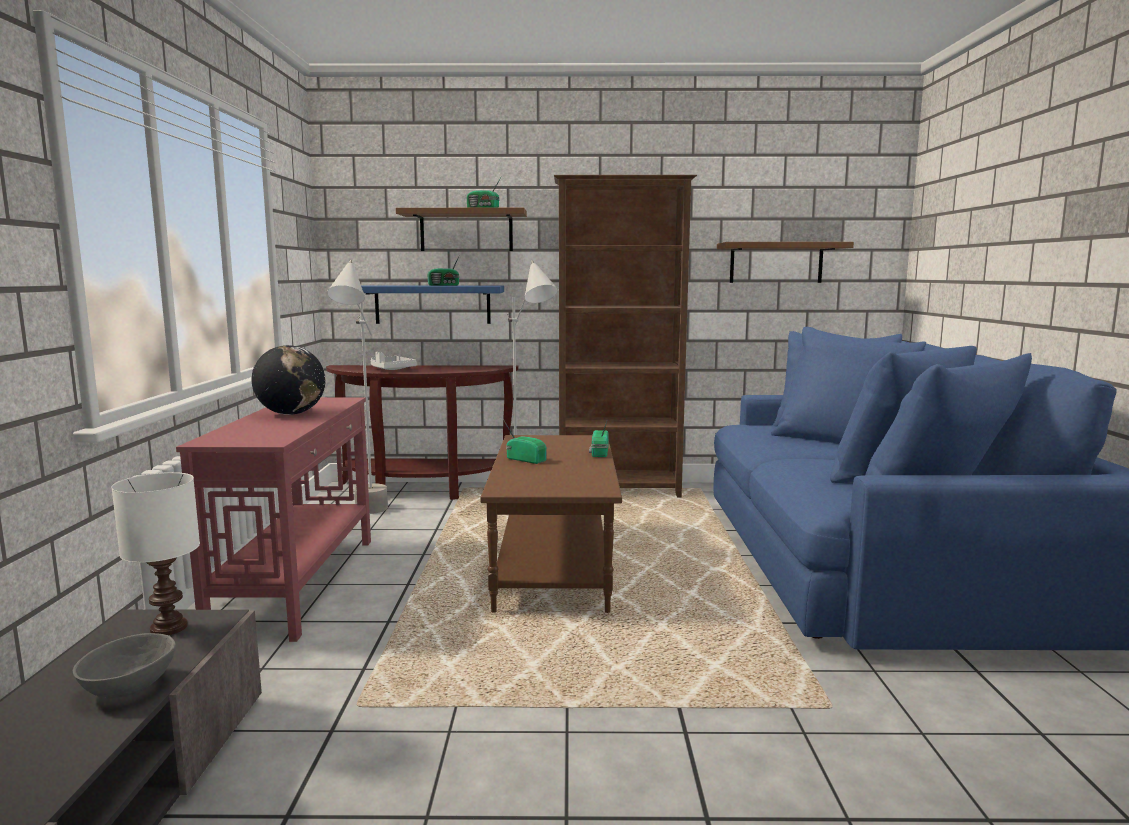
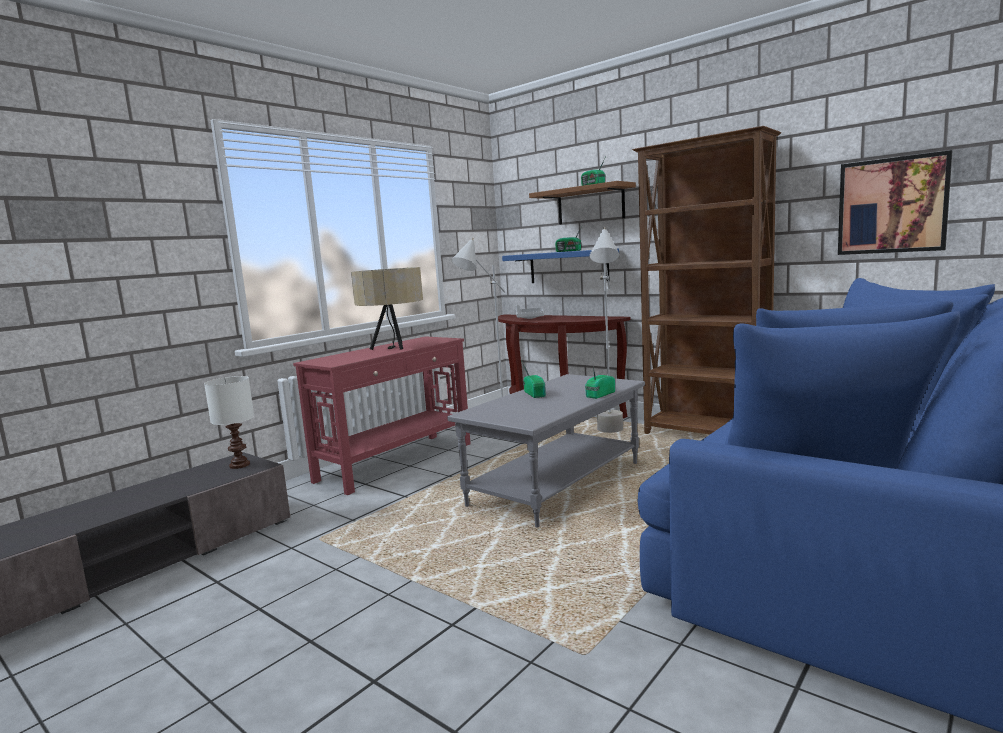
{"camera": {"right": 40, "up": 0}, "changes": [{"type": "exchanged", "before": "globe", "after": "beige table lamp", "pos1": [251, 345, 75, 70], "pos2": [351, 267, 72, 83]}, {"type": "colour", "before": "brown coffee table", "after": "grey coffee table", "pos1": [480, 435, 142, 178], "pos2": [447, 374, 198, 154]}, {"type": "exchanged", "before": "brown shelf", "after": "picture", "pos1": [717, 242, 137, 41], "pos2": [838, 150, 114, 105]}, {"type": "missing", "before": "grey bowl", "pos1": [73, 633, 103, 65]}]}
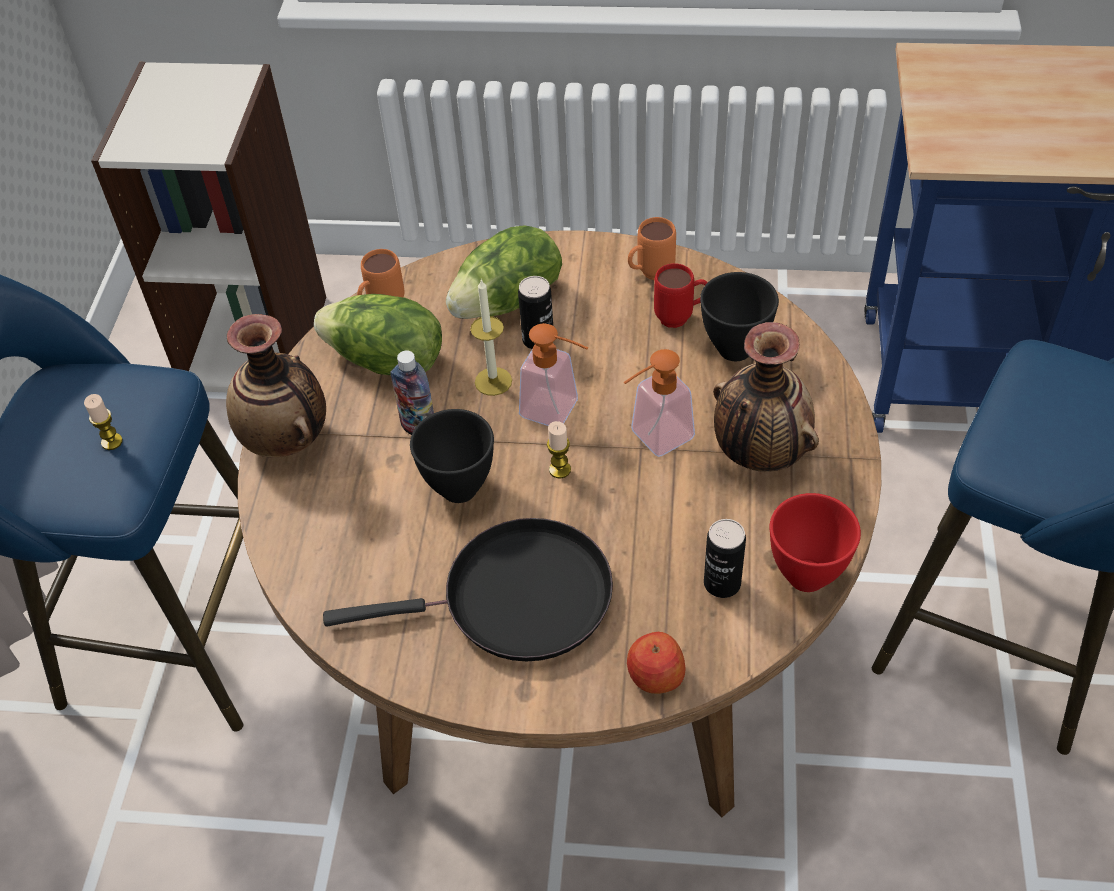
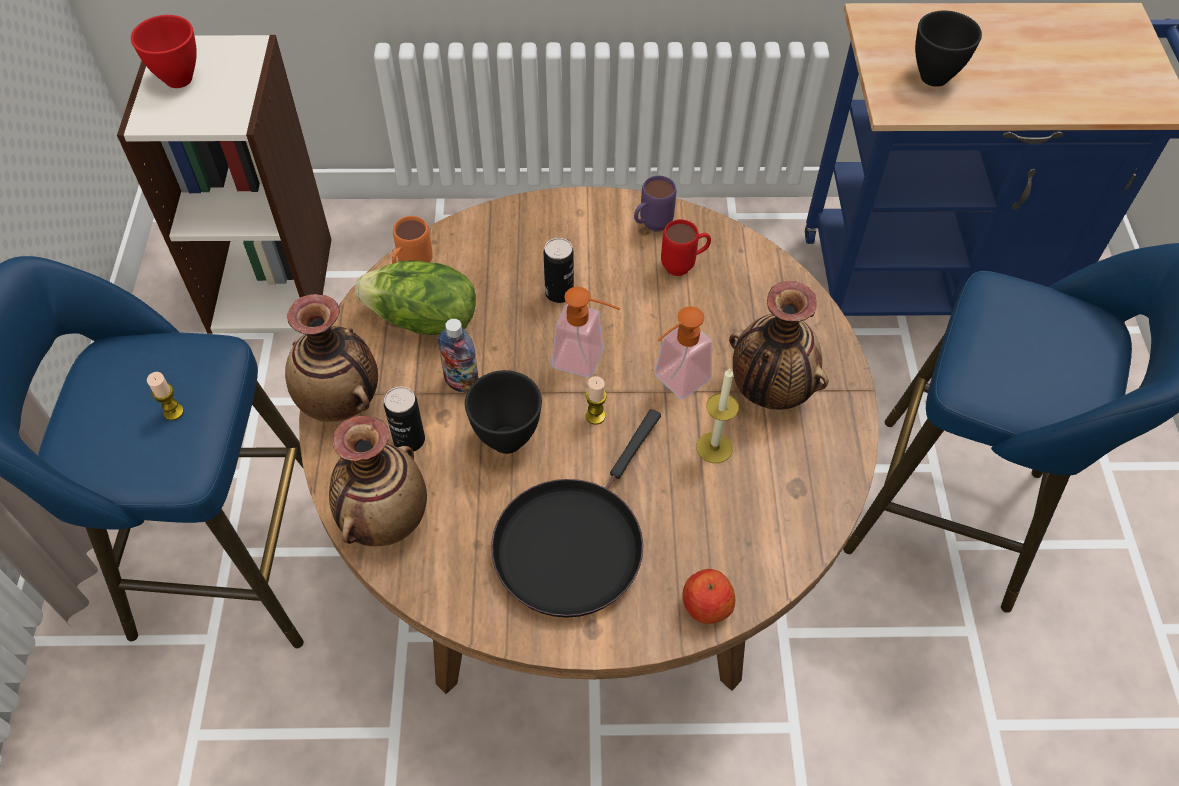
{"camera": {"right": -10, "up": 5}, "changes": [{"type": "relocated", "before": "red bowl", "pos1": [770, 493, 91, 99], "pos2": [131, 15, 66, 73]}, {"type": "appeared", "after": "vase", "pos2": [329, 416, 98, 130]}, {"type": "relocated", "before": "can", "pos1": [704, 519, 42, 79], "pos2": [384, 386, 41, 66]}, {"type": "spun", "before": "black frying pan", "pos1": [323, 518, 290, 143], "pos2": [491, 409, 170, 209], "turn": 135}, {"type": "colour", "before": "orange mug", "after": "purple mug", "pos1": [628, 217, 48, 63], "pos2": [634, 176, 42, 56]}, {"type": "relocated", "before": "candle", "pos1": [470, 279, 42, 117], "pos2": [696, 369, 43, 94]}, {"type": "relocated", "before": "black bowl", "pos1": [700, 272, 79, 89], "pos2": [915, 11, 67, 76]}, {"type": "missing", "before": "lettuce", "pos1": [446, 225, 116, 94]}]}
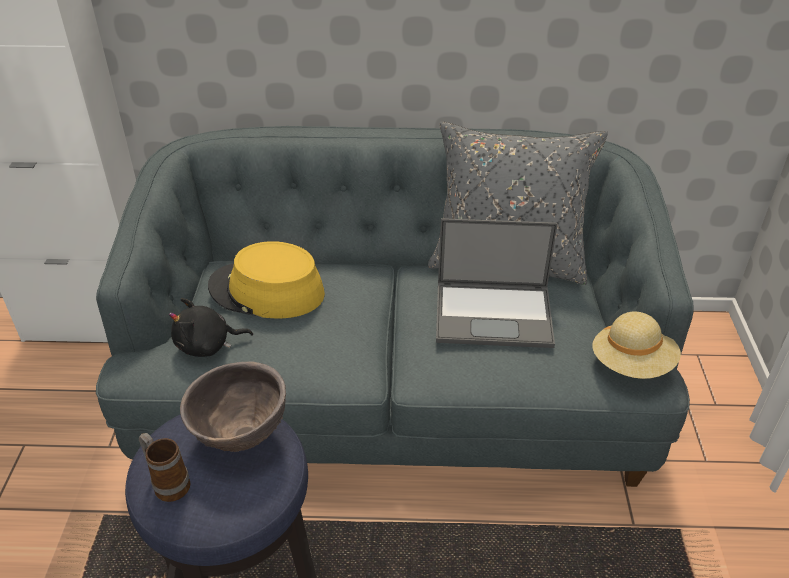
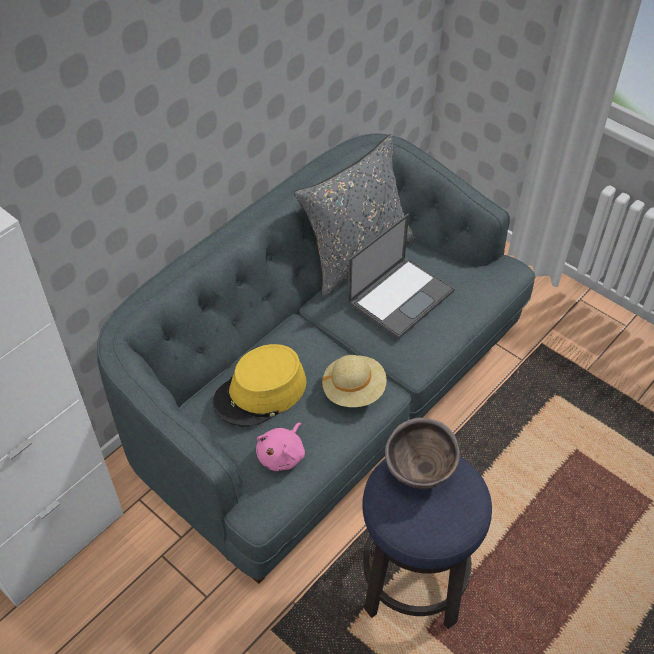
{"camera": {"right": -50, "up": 10}, "changes": [{"type": "colour", "before": "black plush toy", "after": "pink plush toy", "pos1": [169, 298, 84, 59], "pos2": [256, 423, 49, 48]}, {"type": "relocated", "before": "beige hat", "pos1": [592, 311, 89, 68], "pos2": [322, 355, 65, 52]}, {"type": "missing", "before": "mug", "pos1": [139, 433, 52, 69]}]}
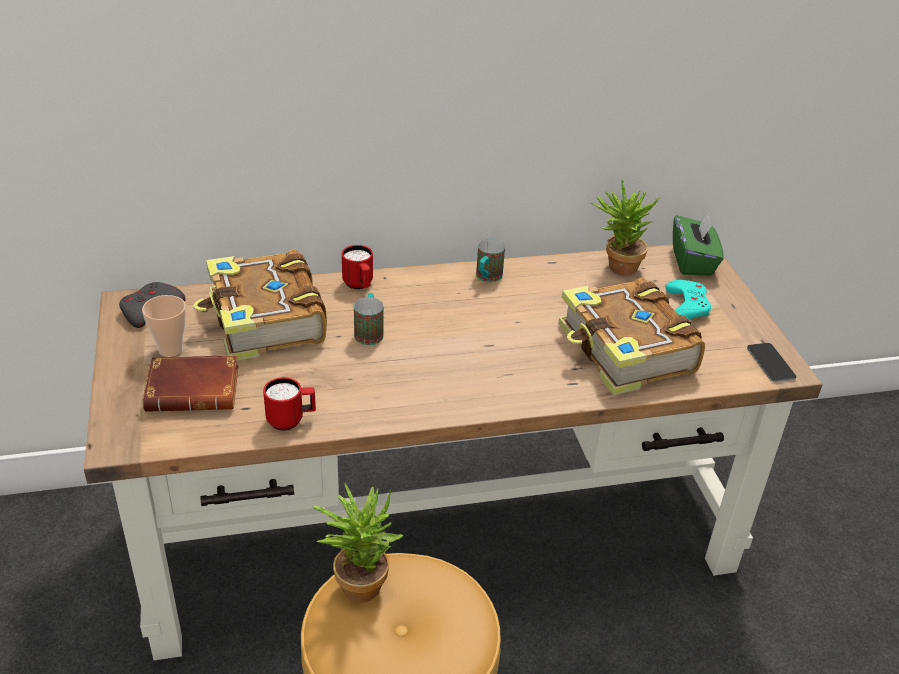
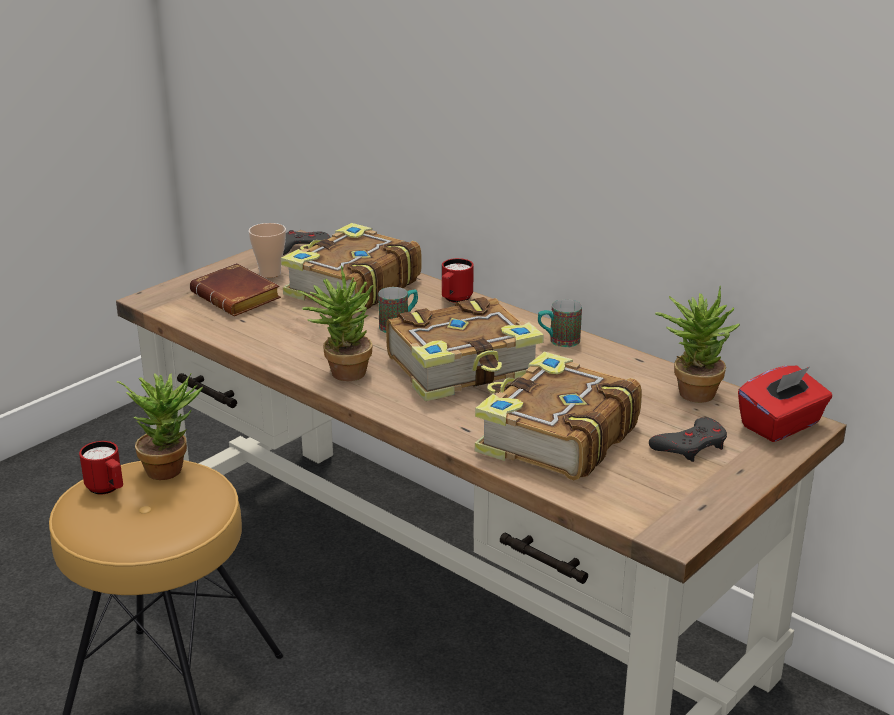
{"camera": {"right": 55, "up": -10}, "changes": [{"type": "relocated", "before": "red mug", "pos1": [263, 377, 53, 53], "pos2": [79, 441, 44, 53]}, {"type": "appeared", "after": "potted plant", "pos2": [297, 266, 77, 115]}, {"type": "appeared", "after": "book", "pos2": [386, 297, 158, 104]}, {"type": "colour", "before": "turquoise game controller", "after": "grey game controller", "pos1": [665, 280, 46, 40], "pos2": [649, 417, 78, 45]}, {"type": "colour", "before": "green tissue box", "after": "red tissue box", "pos1": [673, 213, 51, 63], "pos2": [738, 366, 94, 76]}, {"type": "missing", "before": "phone", "pos1": [747, 343, 49, 39]}]}
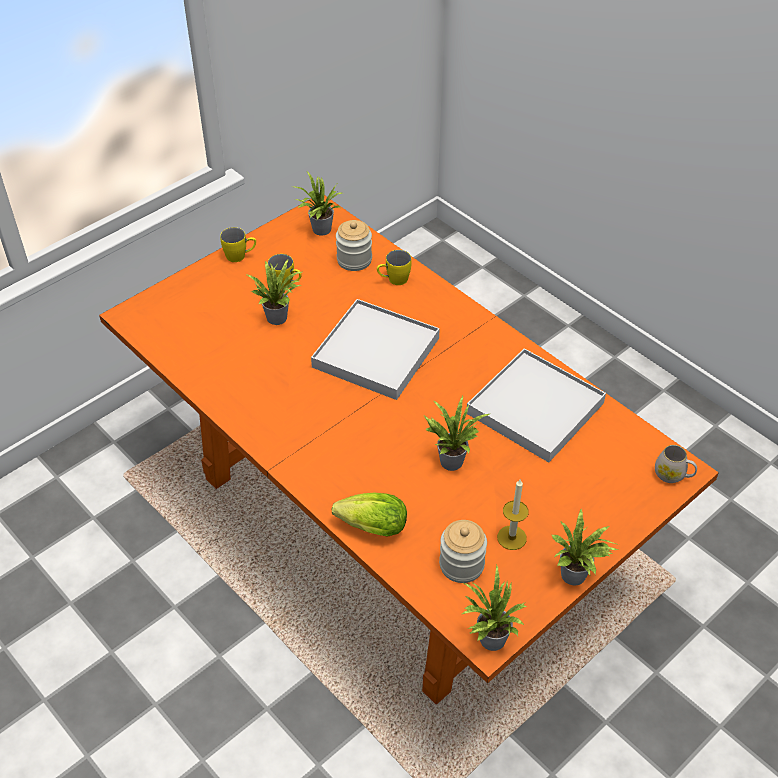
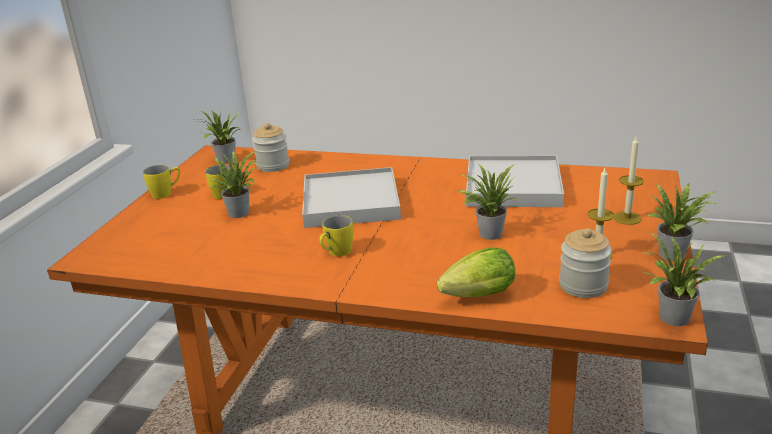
{"camera": {"right": -30, "up": -20}, "changes": [{"type": "relocated", "before": "yellow mug", "pos1": [377, 250, 35, 35], "pos2": [319, 215, 34, 41]}, {"type": "appeared", "after": "candle", "pos2": [614, 137, 30, 88]}, {"type": "missing", "before": "white mug", "pos1": [655, 445, 42, 38]}]}
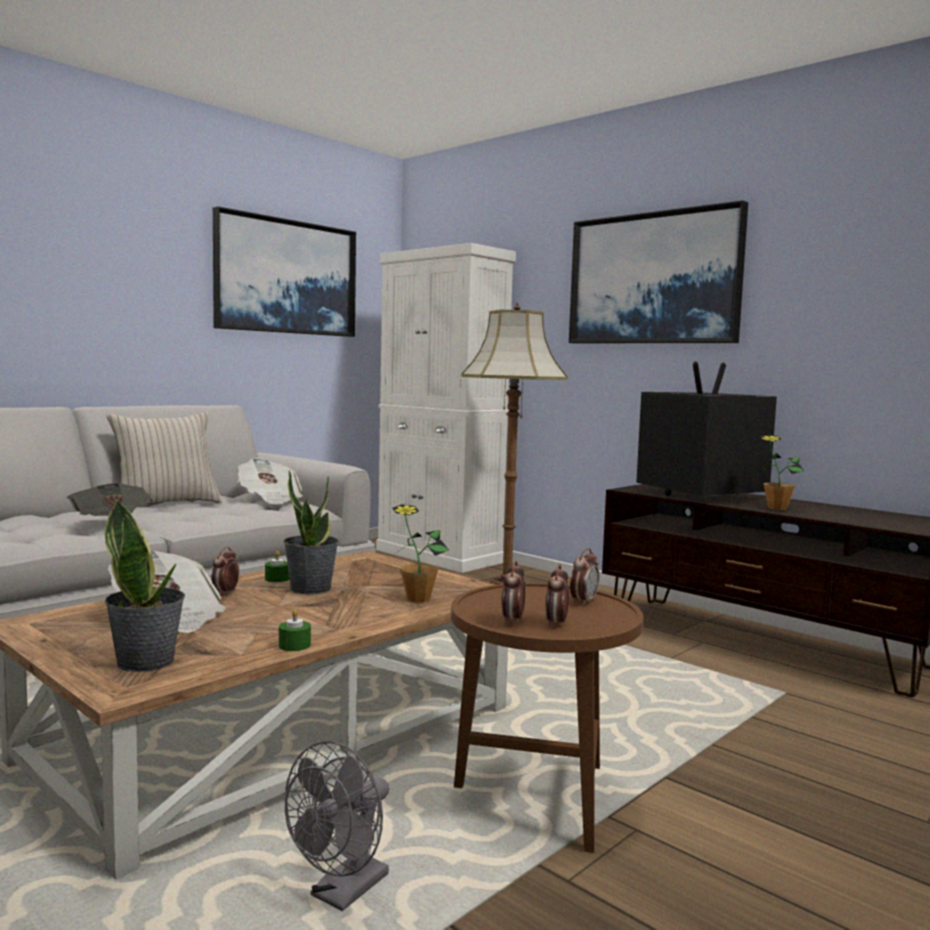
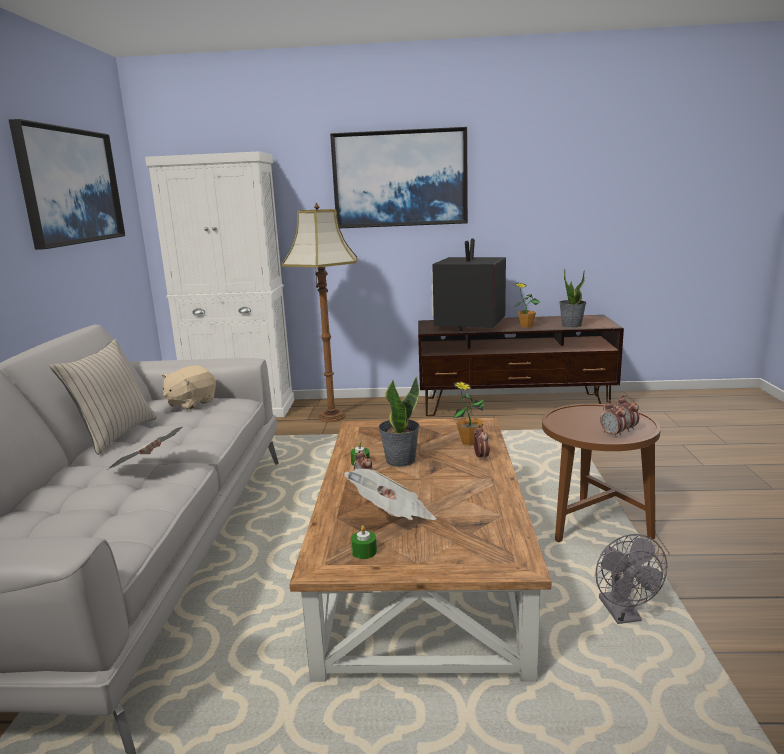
{"camera": {"right": -40, "up": 10}, "changes": [{"type": "exchanged", "before": "newspaper", "after": "beige plush toy", "pos1": [238, 458, 65, 47], "pos2": [162, 365, 54, 45]}, {"type": "relocated", "before": "green candle", "pos1": [279, 609, 32, 42], "pos2": [351, 525, 26, 34]}, {"type": "relocated", "before": "alarm clock", "pos1": [570, 548, 29, 58], "pos2": [473, 425, 17, 35]}, {"type": "relocated", "before": "potted plant", "pos1": [105, 499, 80, 173], "pos2": [559, 269, 28, 59]}]}
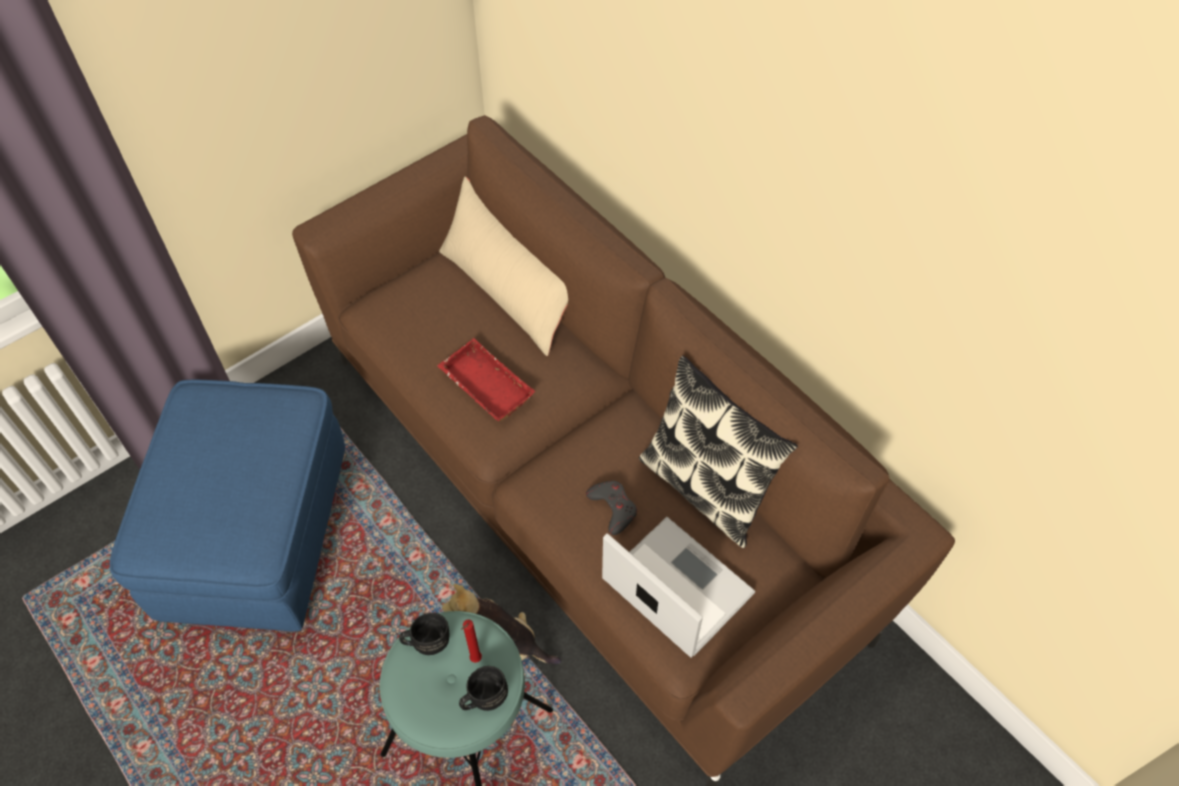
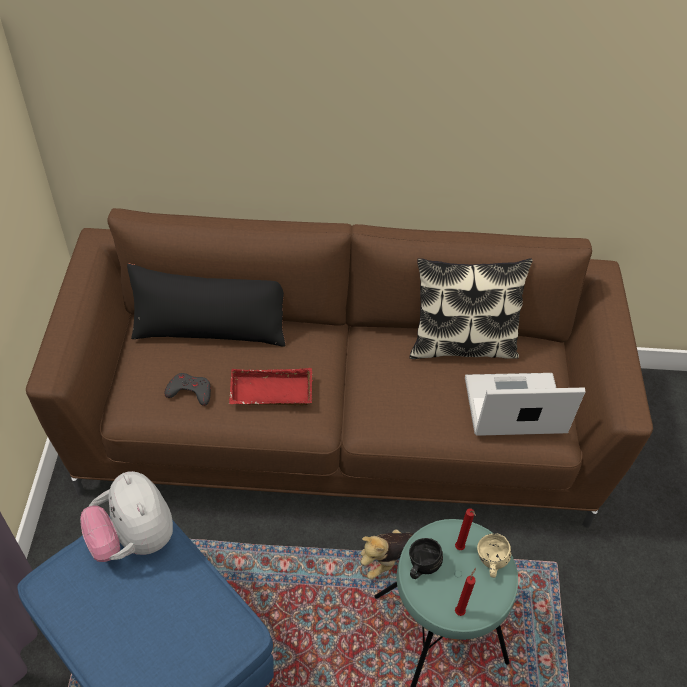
{"camera": {"right": -50, "up": -5}, "changes": [{"type": "appeared", "after": "plush toy", "pos2": [80, 471, 93, 91]}, {"type": "colour", "before": "beige pillow", "after": "black pillow", "pos1": [439, 176, 129, 180], "pos2": [127, 264, 158, 83]}, {"type": "relocated", "before": "grey game controller", "pos1": [586, 481, 51, 54], "pos2": [165, 373, 46, 33]}, {"type": "appeared", "after": "red candle", "pos2": [455, 568, 21, 48]}, {"type": "colour", "before": "black mug", "after": "beige mug", "pos1": [459, 666, 49, 45], "pos2": [477, 533, 34, 45]}]}
